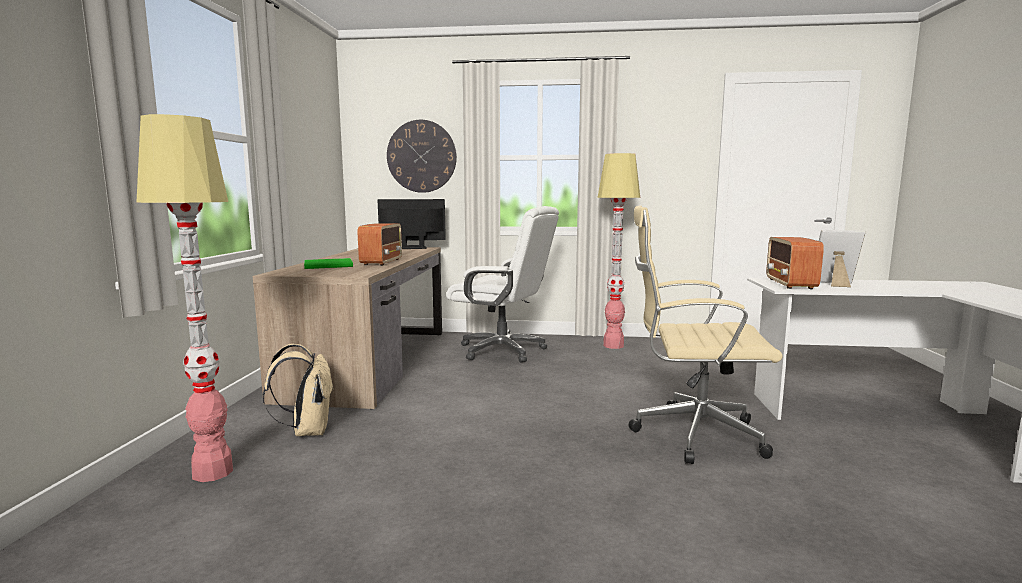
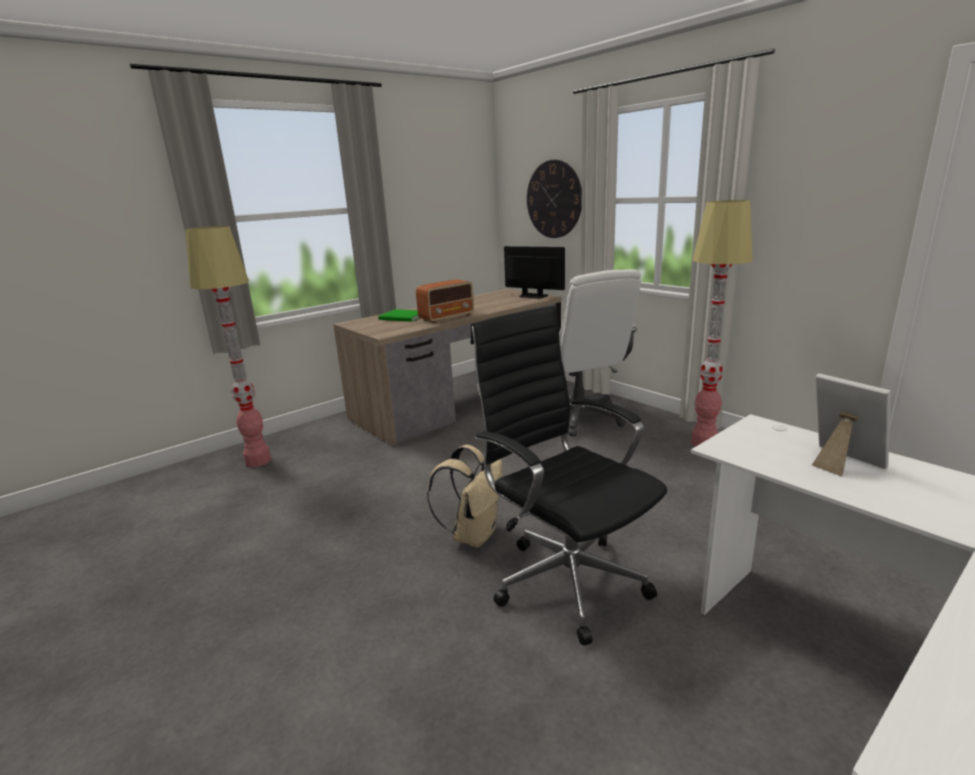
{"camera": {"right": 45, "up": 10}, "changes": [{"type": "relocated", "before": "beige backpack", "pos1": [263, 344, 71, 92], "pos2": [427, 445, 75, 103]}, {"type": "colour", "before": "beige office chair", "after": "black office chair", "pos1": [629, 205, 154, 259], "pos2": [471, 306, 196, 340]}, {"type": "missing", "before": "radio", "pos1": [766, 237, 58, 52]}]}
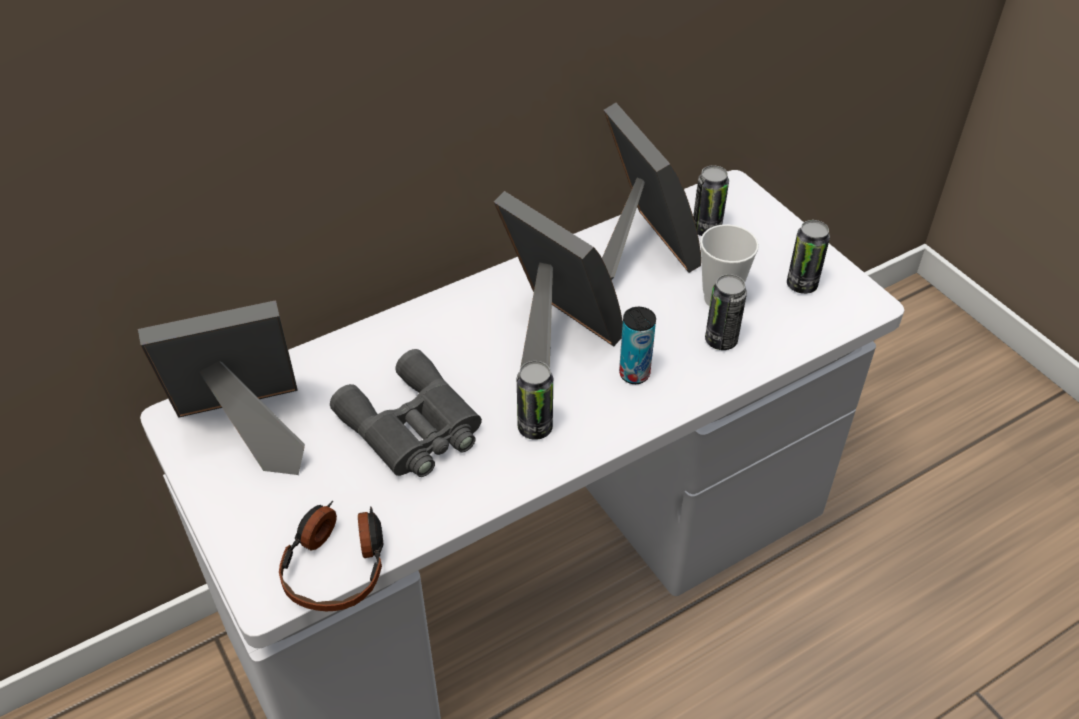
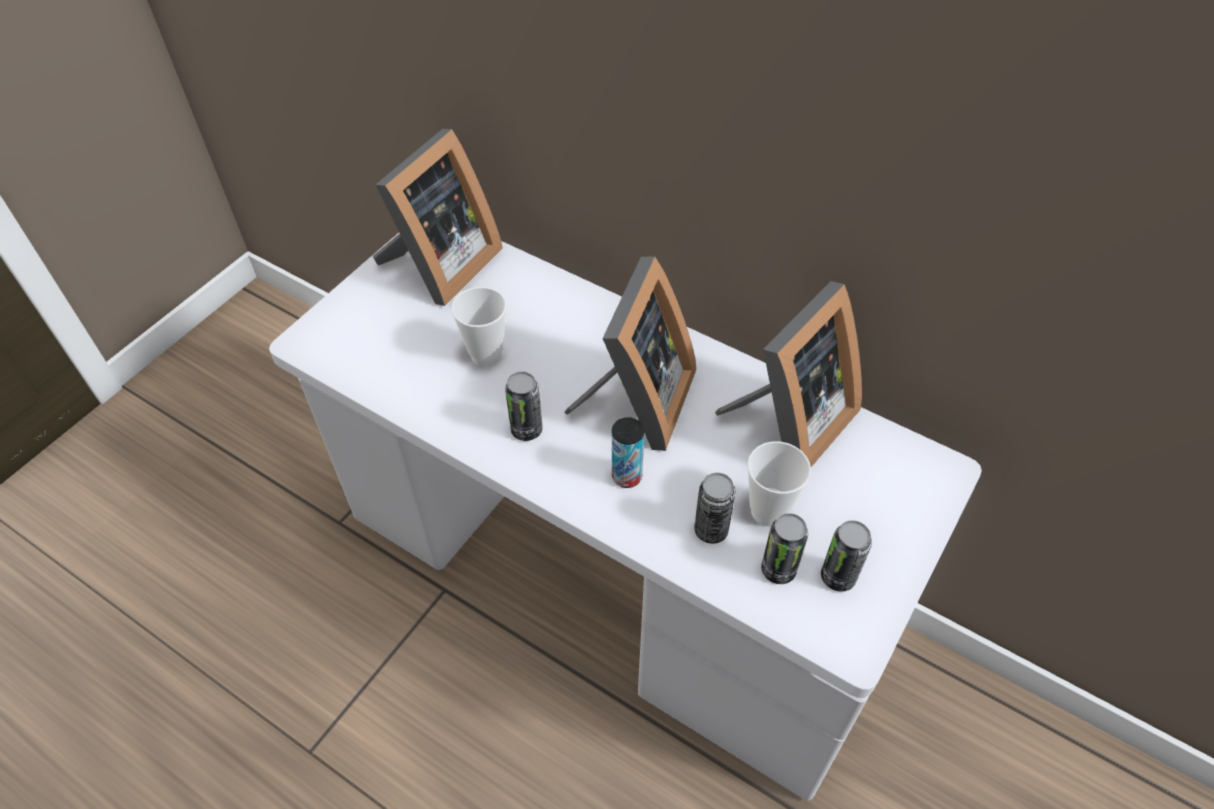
{"camera": {"right": 65, "up": 5}, "changes": [{"type": "spun", "before": "picture frame", "pos1": [138, 300, 167, 175], "pos2": [372, 129, 131, 177], "turn": 75}, {"type": "exchanged", "before": "grey binoculars", "after": "cup", "pos1": [330, 349, 152, 128], "pos2": [451, 287, 56, 80]}, {"type": "relocated", "before": "can", "pos1": [693, 165, 36, 71], "pos2": [761, 513, 47, 71]}, {"type": "missing", "before": "headphones", "pos1": [279, 501, 104, 110]}]}
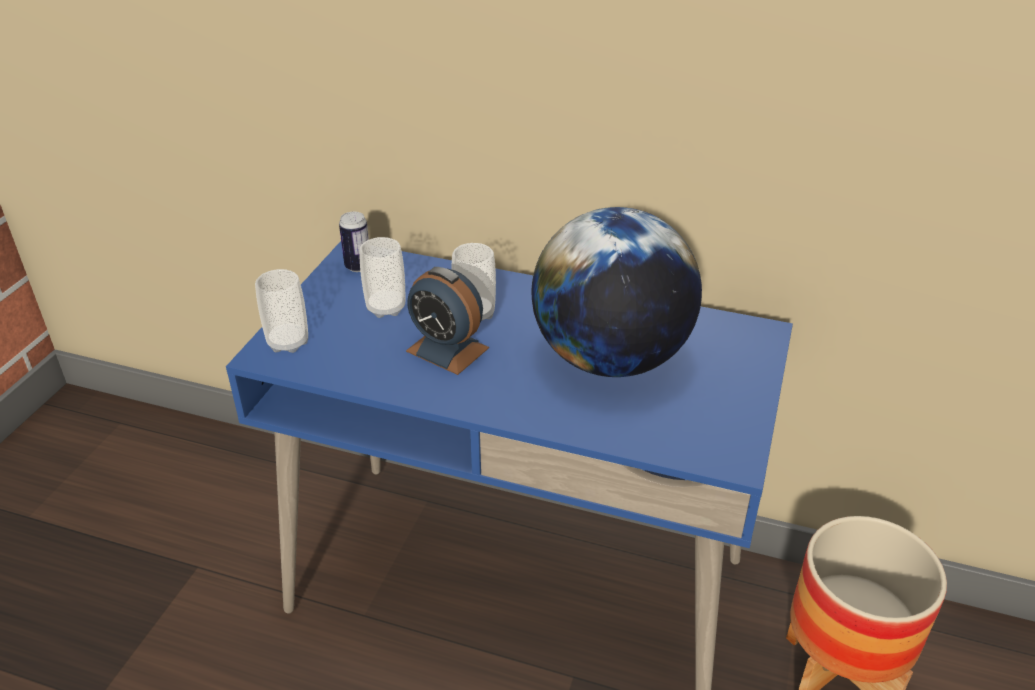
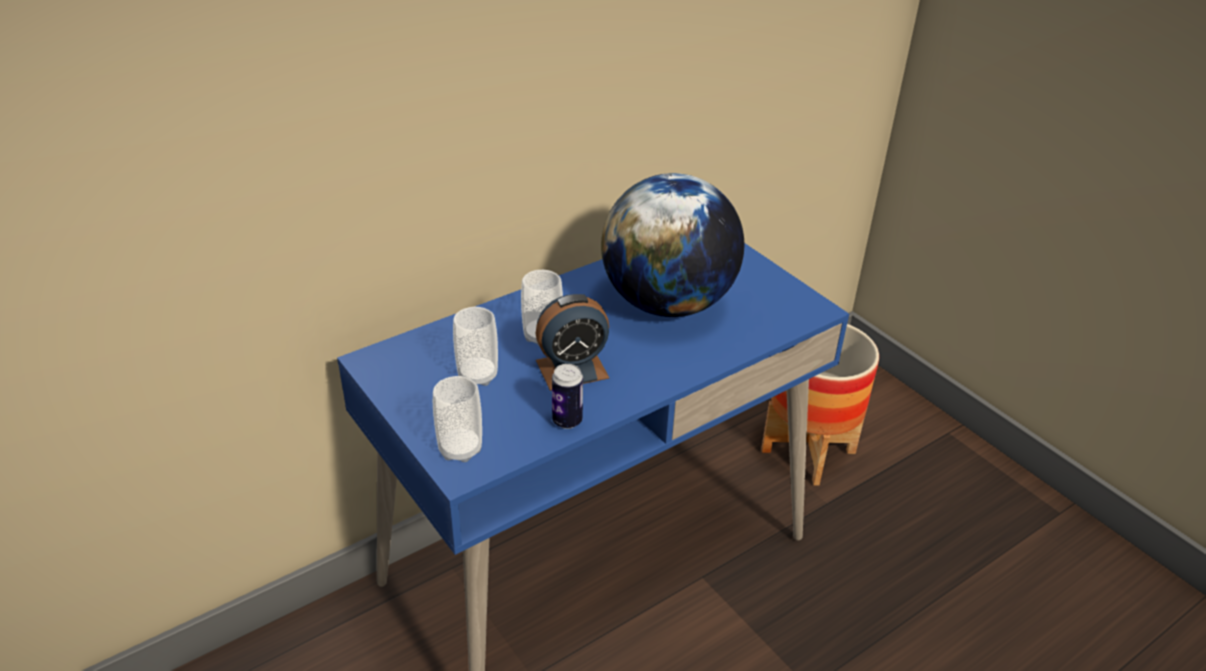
{"camera": {"right": -55, "up": 0}, "changes": [{"type": "relocated", "before": "can", "pos1": [339, 212, 30, 60], "pos2": [552, 364, 31, 65]}]}
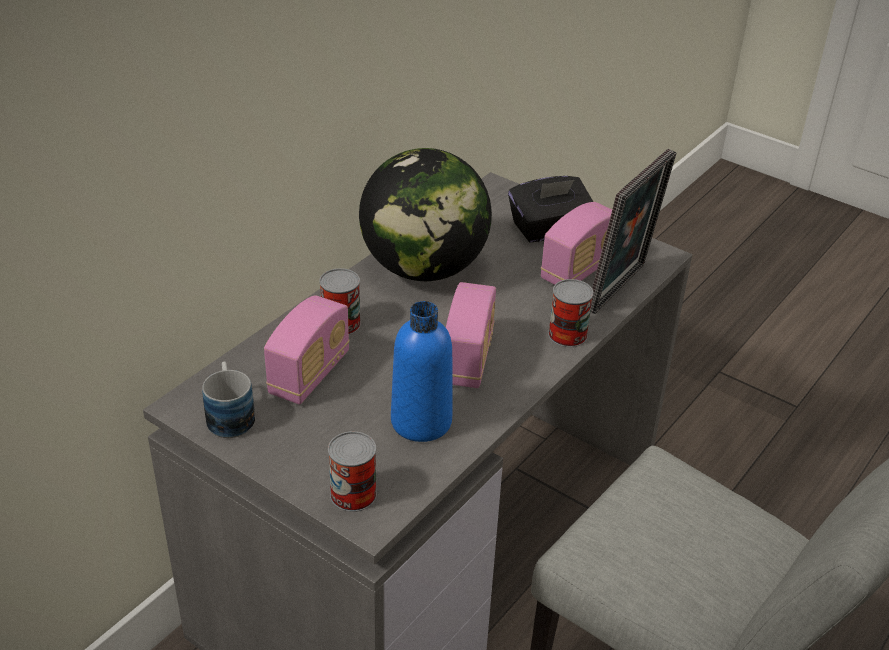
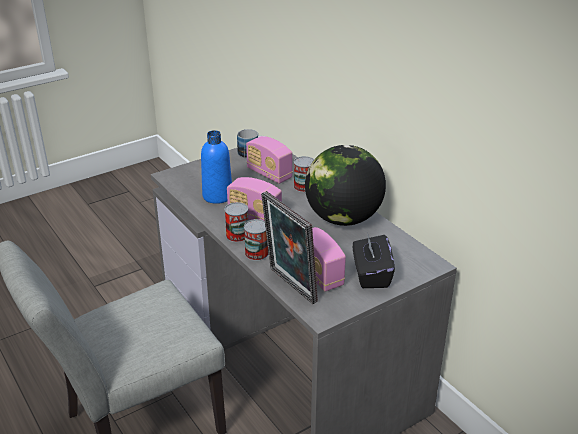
{"camera": {"right": 110, "up": -5}, "changes": [{"type": "relocated", "before": "can", "pos1": [328, 431, 49, 81], "pos2": [224, 202, 24, 40]}]}
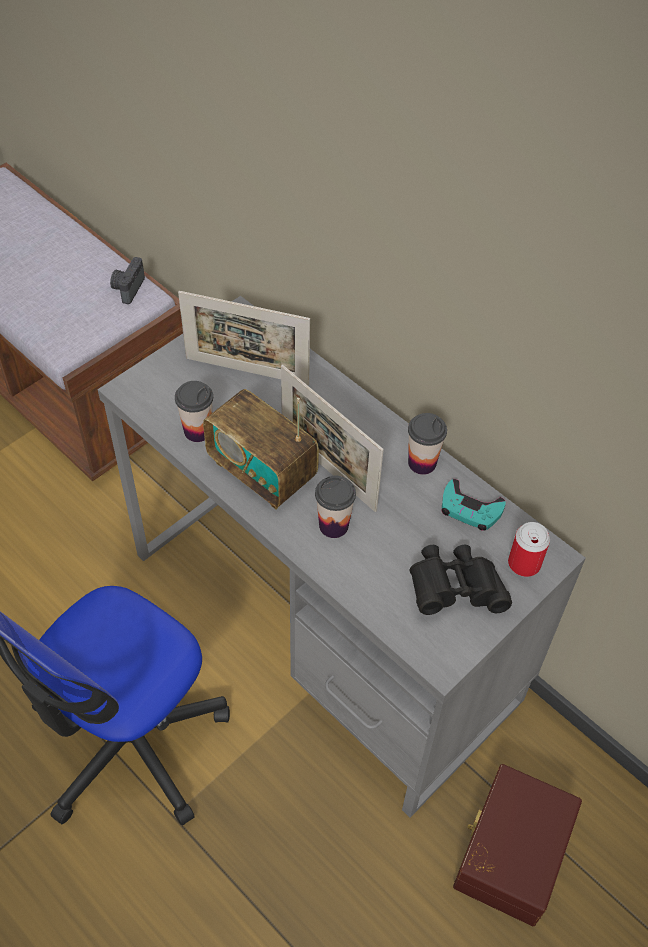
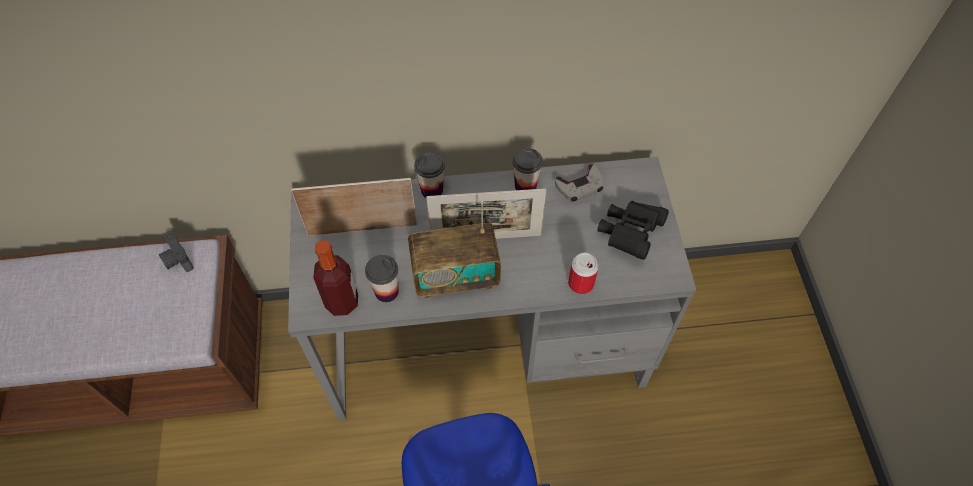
{"camera": {"right": -50, "up": 5}, "changes": [{"type": "spun", "before": "picture frame", "pos1": [178, 291, 132, 94], "pos2": [291, 178, 126, 58], "turn": -150}, {"type": "appeared", "after": "bottle", "pos2": [313, 240, 45, 76]}, {"type": "relocated", "before": "cup", "pos1": [315, 476, 41, 62], "pos2": [414, 152, 31, 46]}, {"type": "colour", "before": "turquoise game controller", "after": "grey game controller", "pos1": [441, 479, 65, 52], "pos2": [555, 164, 48, 38]}, {"type": "relocated", "before": "can", "pos1": [508, 522, 42, 55], "pos2": [568, 253, 31, 41]}, {"type": "missing", "before": "brown storage box", "pos1": [453, 764, 129, 162]}]}
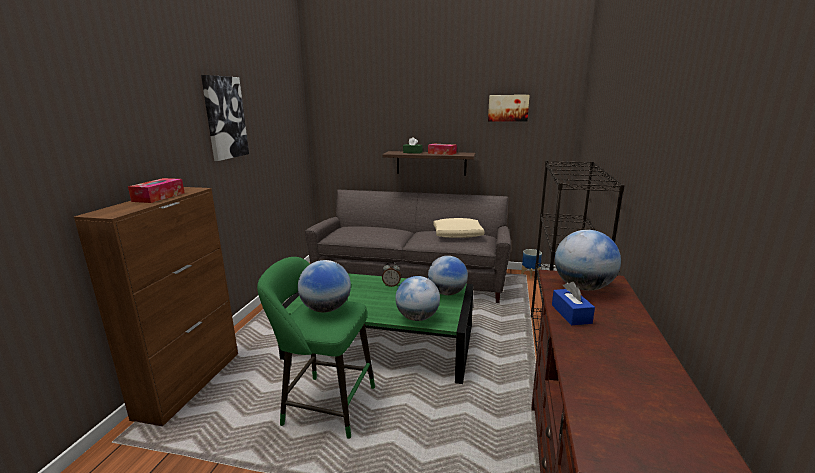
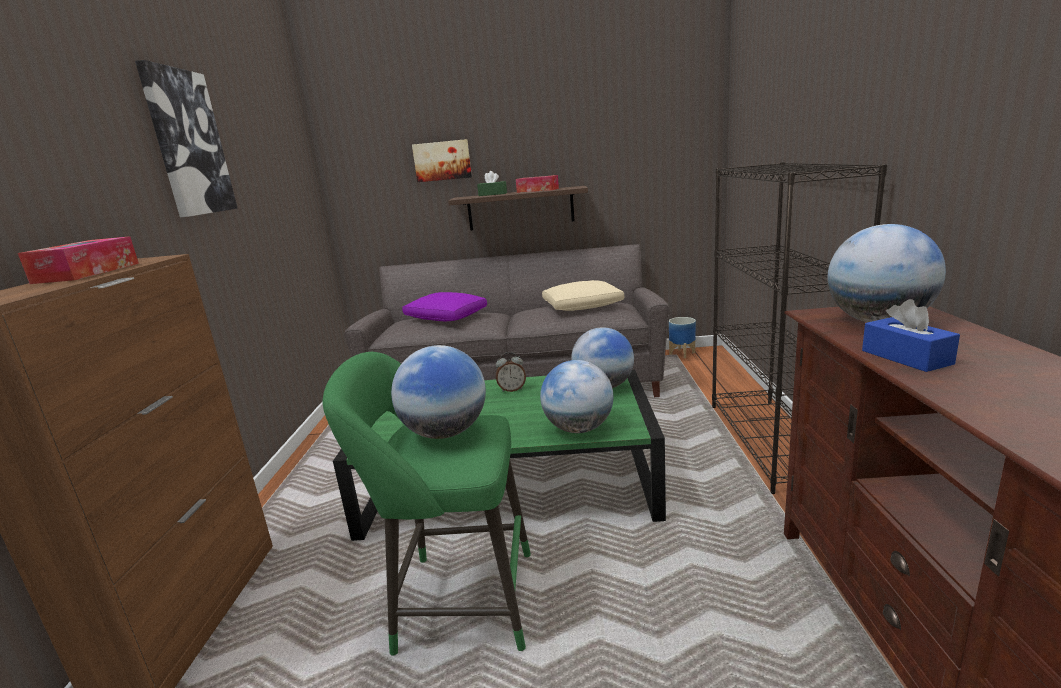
{"camera": {"right": -10, "up": 0}, "changes": [{"type": "appeared", "after": "purple pillow", "pos2": [402, 292, 85, 29]}, {"type": "relocated", "before": "picture", "pos1": [488, 95, 42, 27], "pos2": [412, 139, 60, 43]}]}
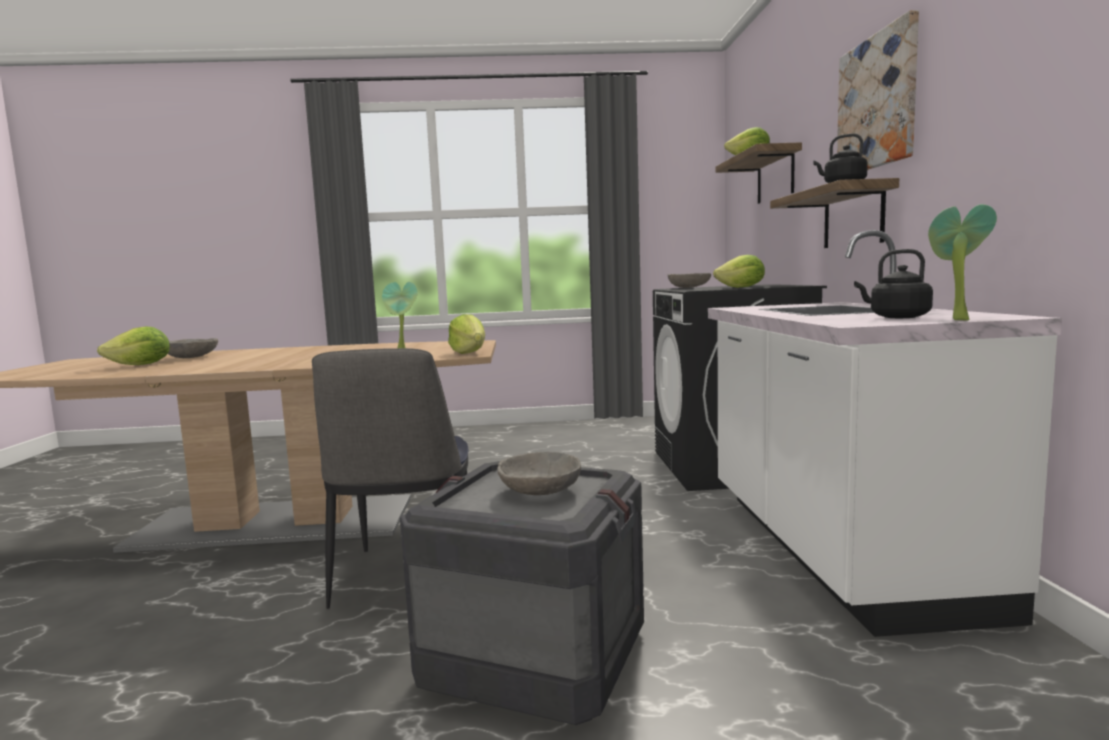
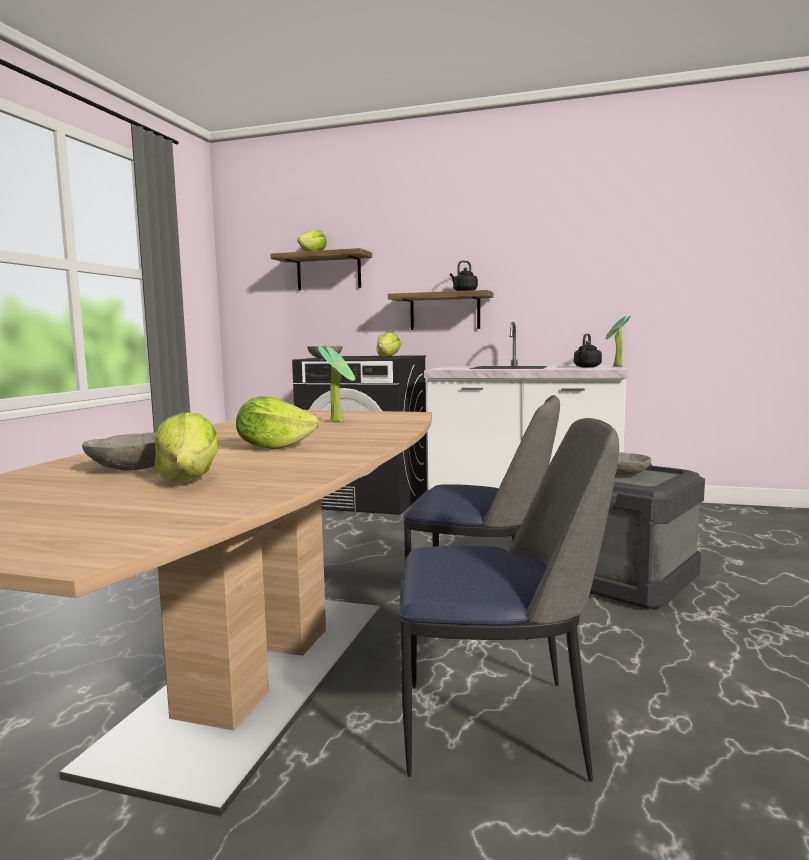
{"camera": {"right": -70, "up": 0}, "changes": [{"type": "relocated", "before": "lettuce", "pos1": [448, 314, 37, 40], "pos2": [236, 396, 83, 53]}, {"type": "appeared", "after": "chair", "pos2": [399, 418, 220, 364]}, {"type": "missing", "before": "picture", "pos1": [837, 10, 82, 160]}]}
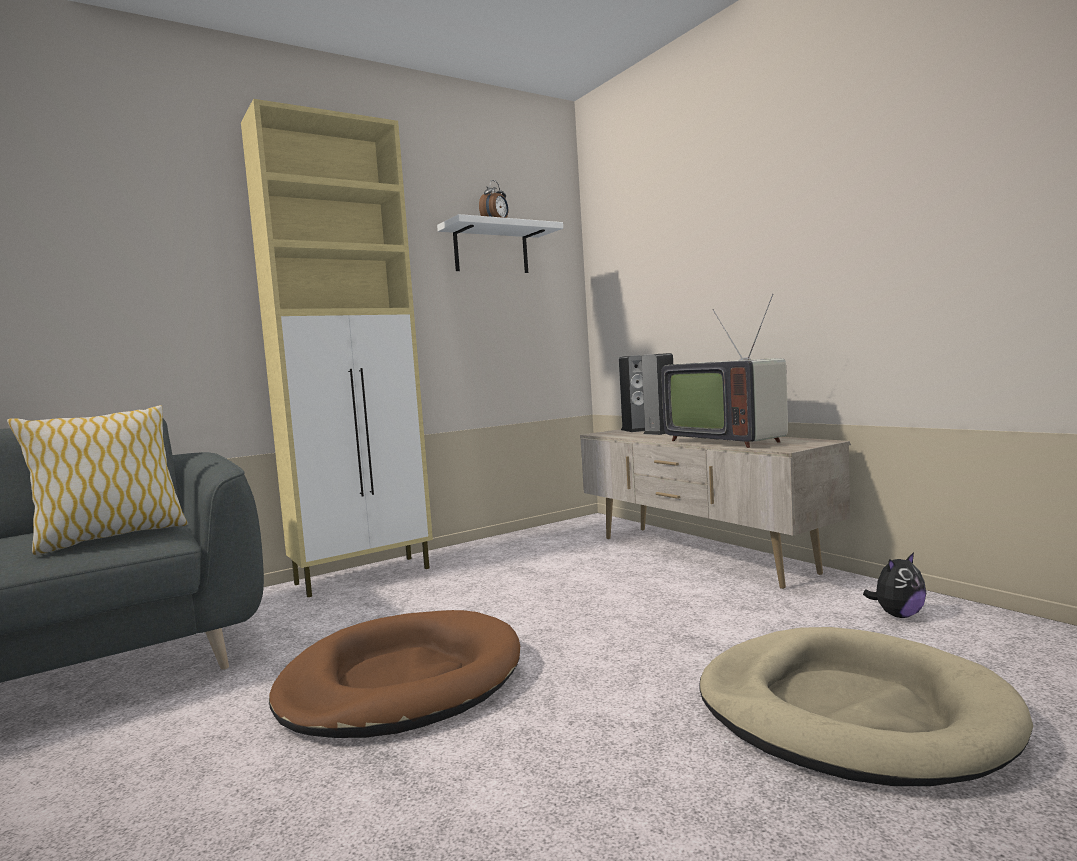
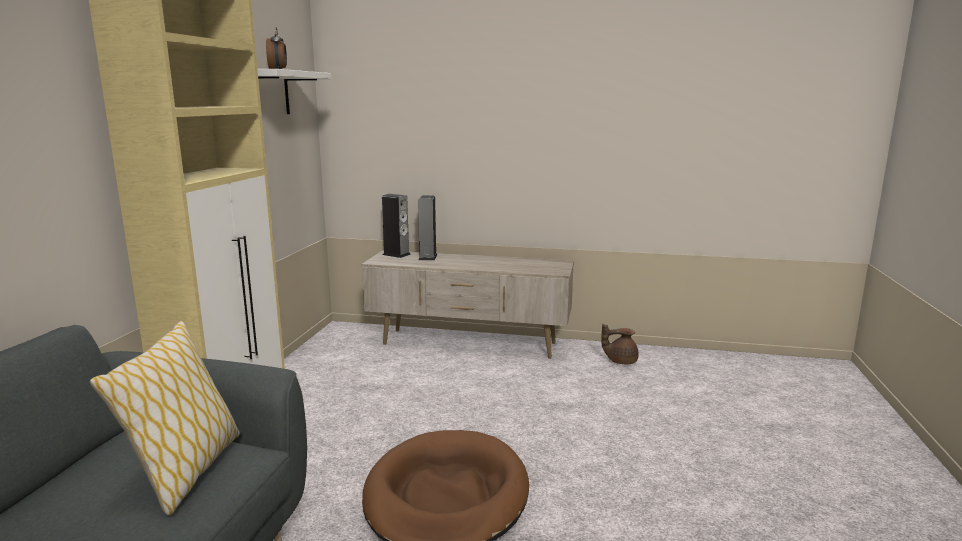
{"camera": {"right": -45, "up": 10}, "changes": [{"type": "exchanged", "before": "plush toy", "after": "brown teapot", "pos1": [863, 552, 63, 66], "pos2": [601, 324, 38, 40]}, {"type": "missing", "before": "television", "pos1": [661, 294, 127, 154]}, {"type": "missing", "before": "beige dog bed", "pos1": [699, 627, 334, 159]}]}
